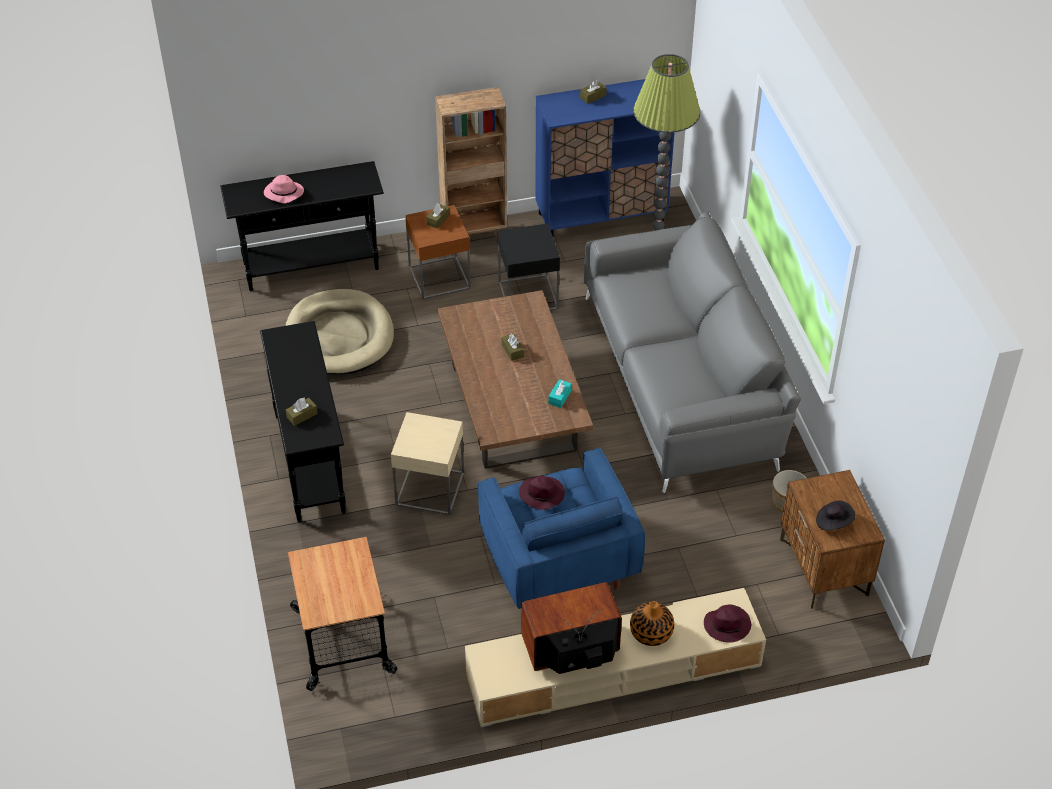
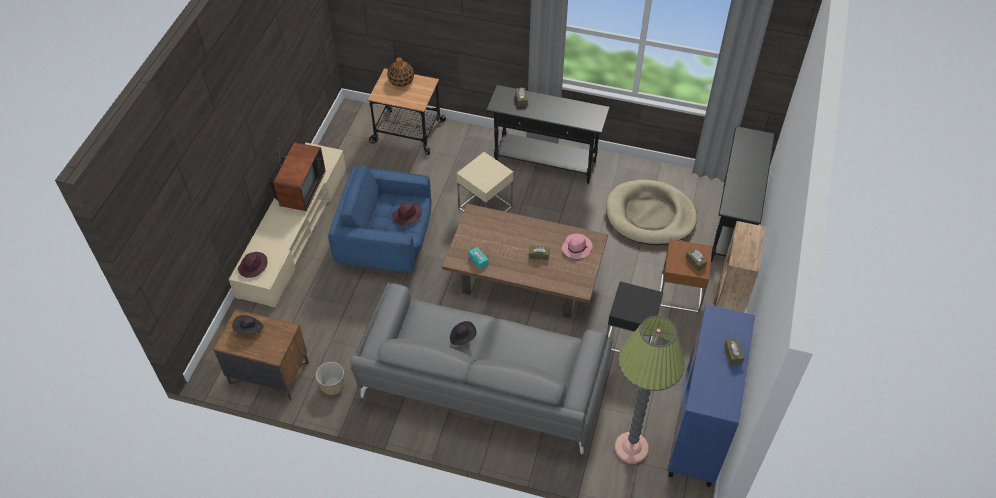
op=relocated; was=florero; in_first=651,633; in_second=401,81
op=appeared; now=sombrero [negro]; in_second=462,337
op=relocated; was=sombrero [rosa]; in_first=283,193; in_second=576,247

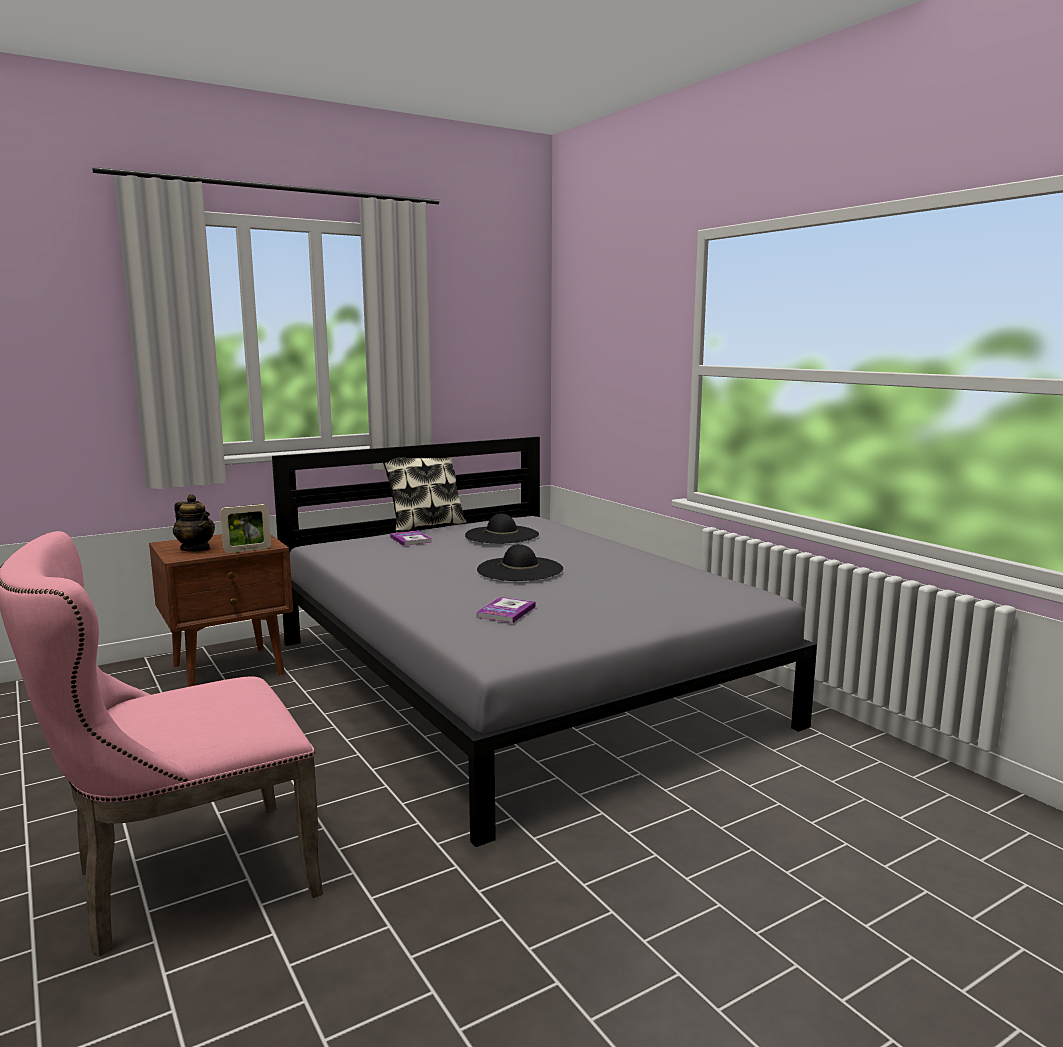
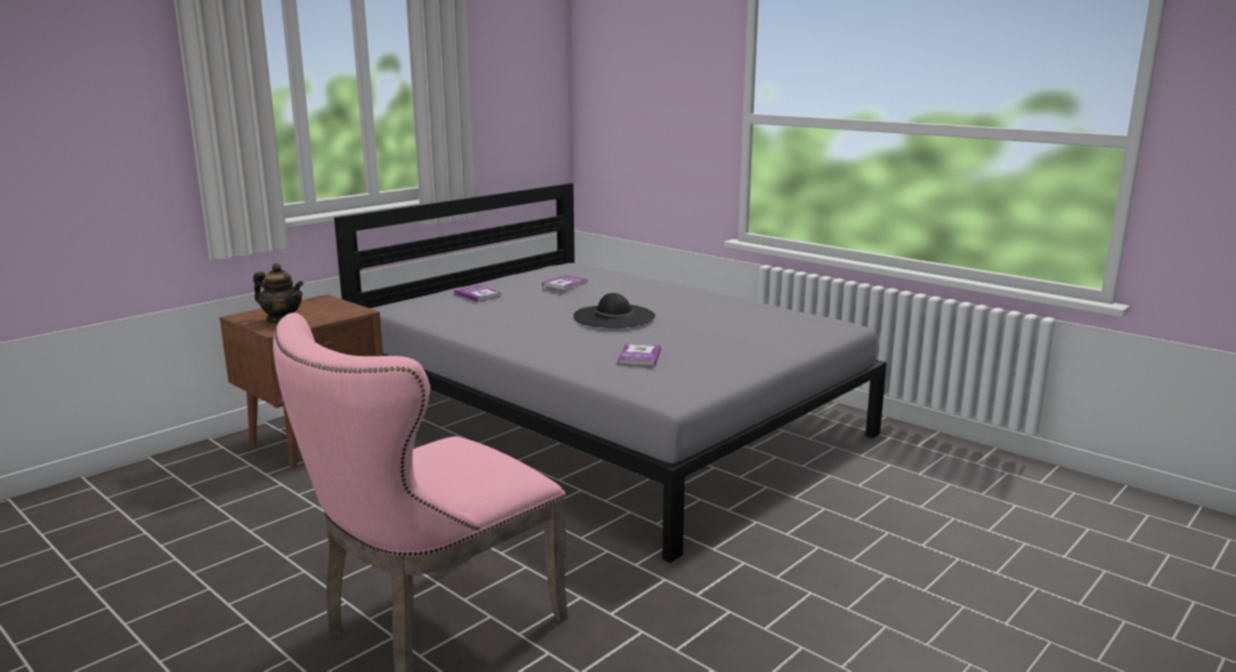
op=exchanged; was=sombrero [negro]; now=libro; in_first=502,535; in_second=565,284
op=missing; was=portarretratos; in_first=247,550
op=missing; was=cojín; in_first=425,526

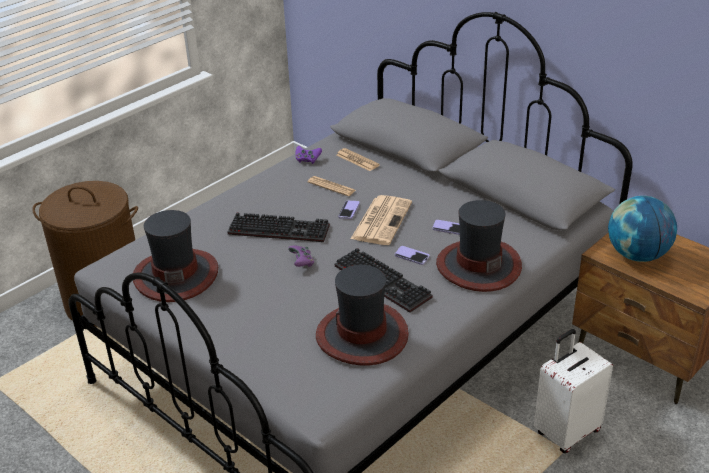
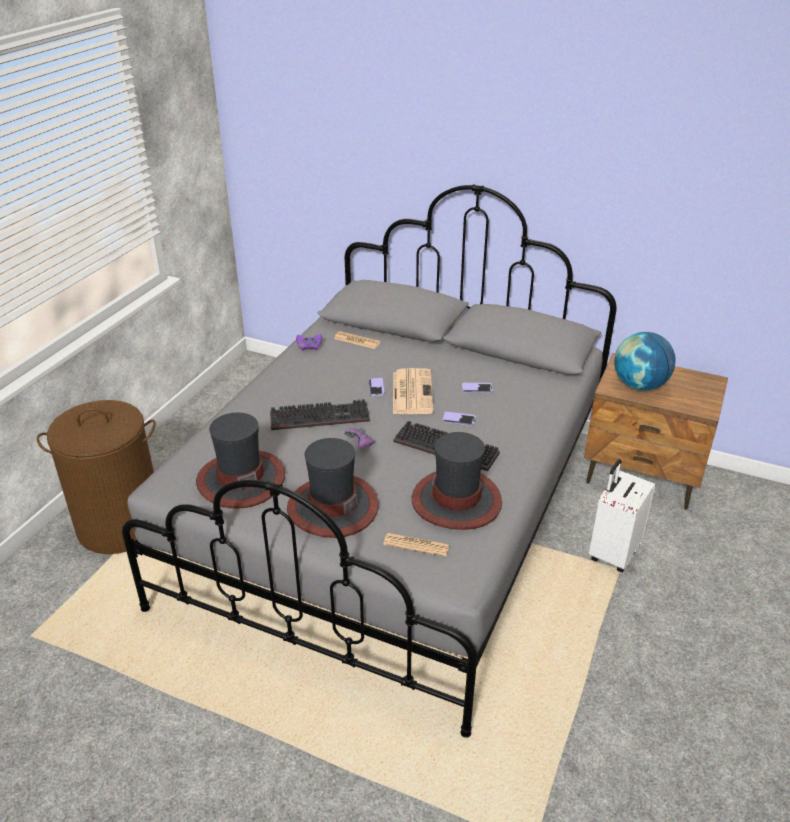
op=relocated; was=sombrero; in_first=478,265; in_second=332,507
op=relocated; was=periódico; in_first=331,186; in_second=416,545

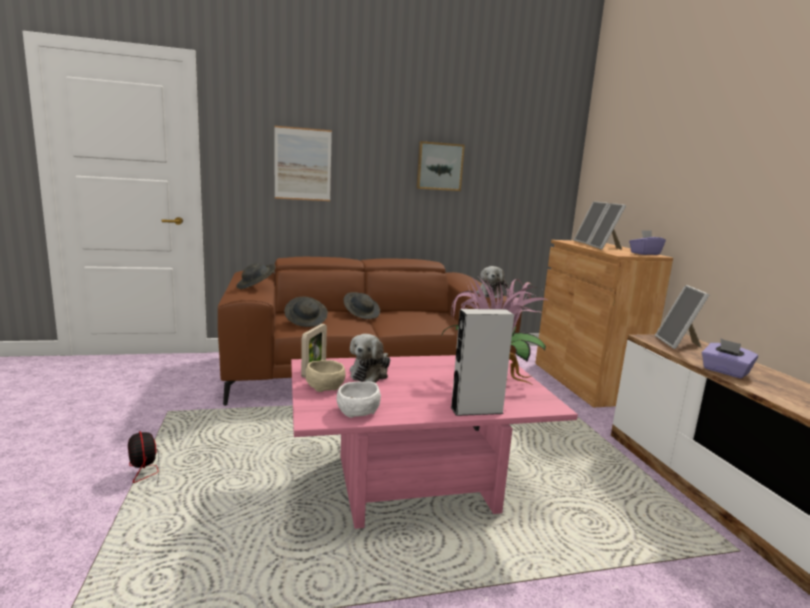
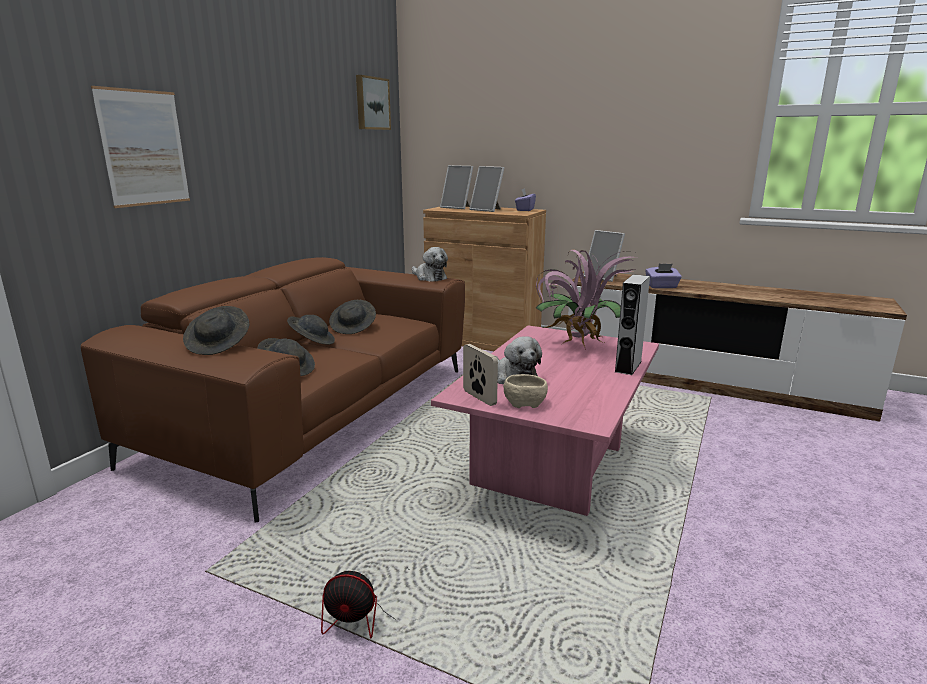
op=appeared; now=sombrero [gris]; in_second=353,328
op=relocated; was=cuadro; in_first=439,166; in_second=371,103
op=missing; was=cuenco [blanco]; in_first=357,412

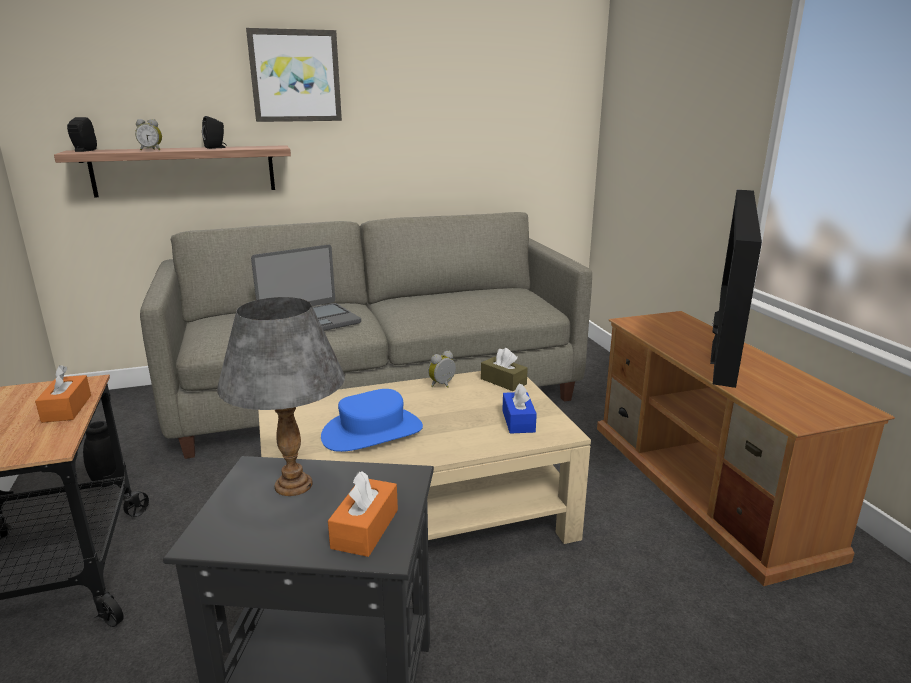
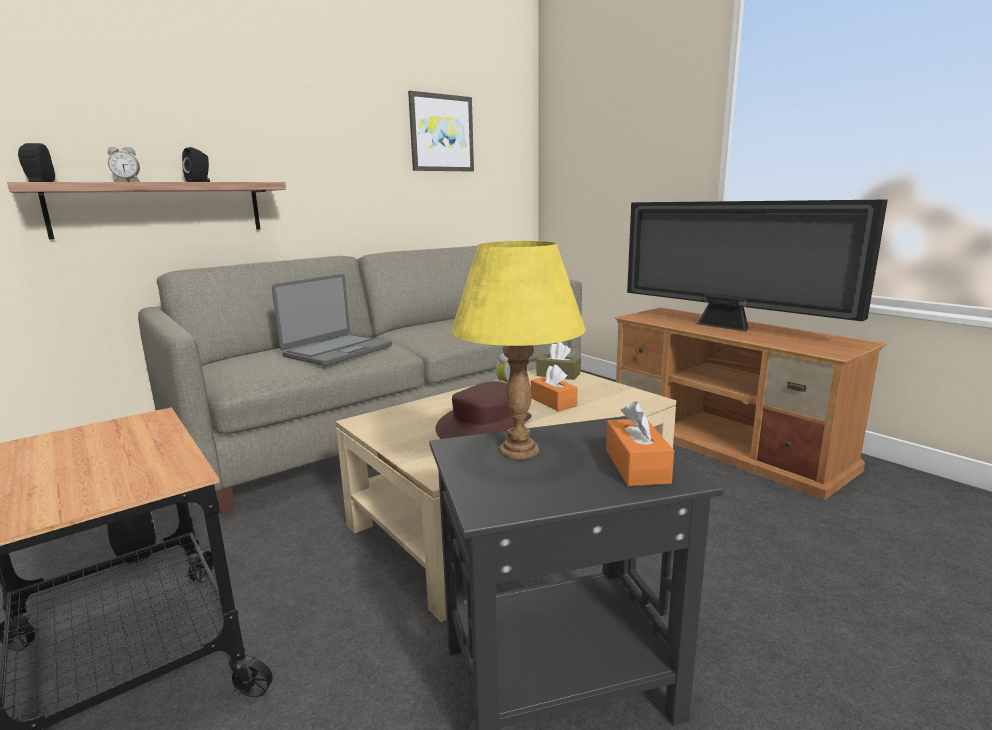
op=relocated; was=cuadro; in_first=295,76; in_second=441,133
op=colour; was=sombrero [azul]; now=sombrero [marrón]; in_first=372,432; in_second=485,425
op=colour; was=lámpara de mesa [gris]; now=lámpara de mesa [amarillo]; in_first=294,485; in_second=520,450
op=relocated; was=caja de pañuelos [naranja]; in_first=67,408; in_second=553,402
op=spun; was=televisor; in_first=720,355; in_second=727,327; clockwise=-45
op=missing; was=caja de pañuelos [azul]; in_first=518,421

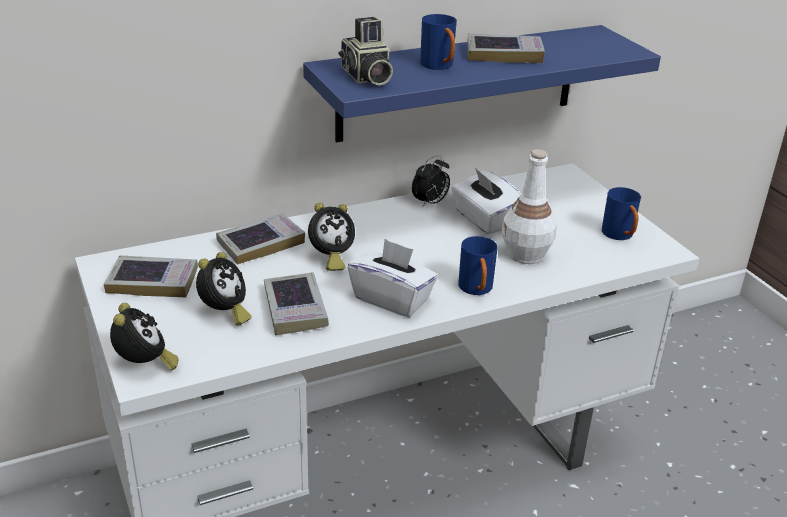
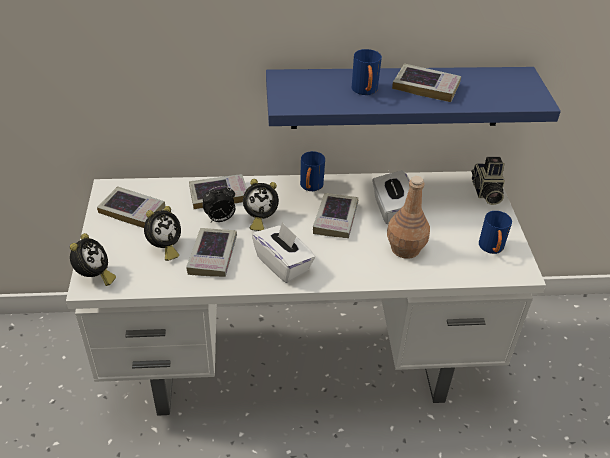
op=relocated; was=despertador; in_first=430,203; in_second=220,219
op=relocated; was=taza grande [azul]; in_first=477,290; in_second=310,187
op=appeared; now=libro; in_second=335,219
op=colour; was=botella [blanco]; now=botella [marrón]; in_first=526,254; in_second=405,249
op=relocated; was=cámara; in_first=366,77; in_second=485,192

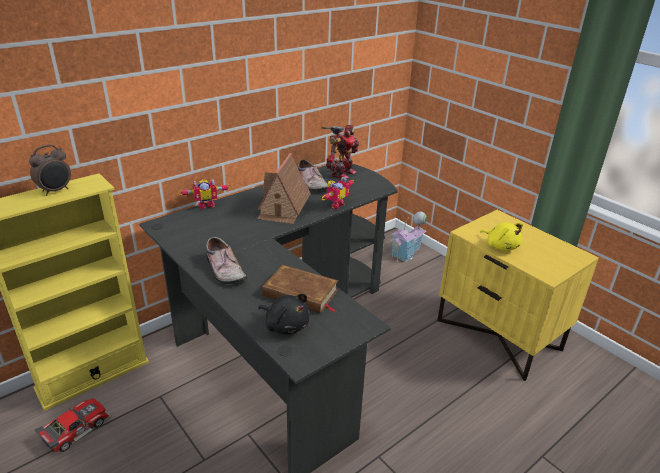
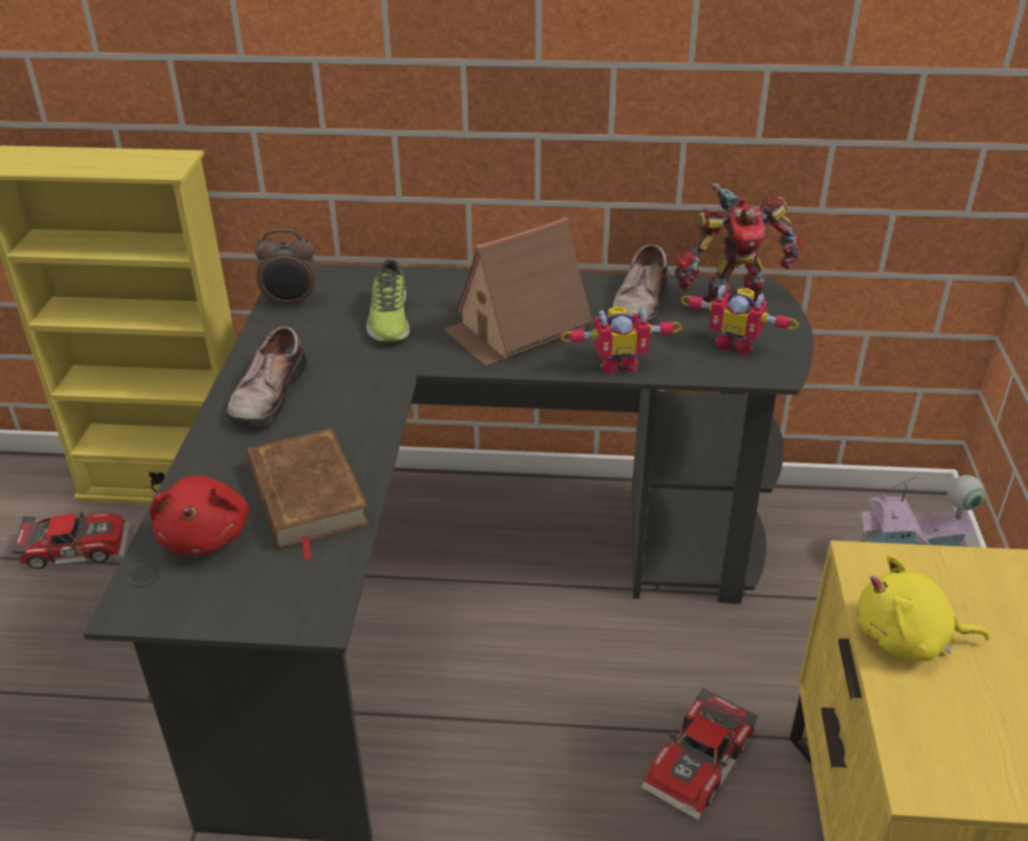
op=colour; was=peluche [negro]; now=peluche [rojo]; in_first=285,325; in_second=206,535
op=relocated; was=despertador; in_first=56,191; in_second=291,303
op=appeared; now=zapato; in_second=389,319
op=appeared; now=coche de juguete; in_second=702,764
op=relocated; was=robot de juguete; in_first=206,204; in_second=735,344
op=spun; was=peluche [amarillo]; in_first=501,246; in_second=907,639; clockwise=90

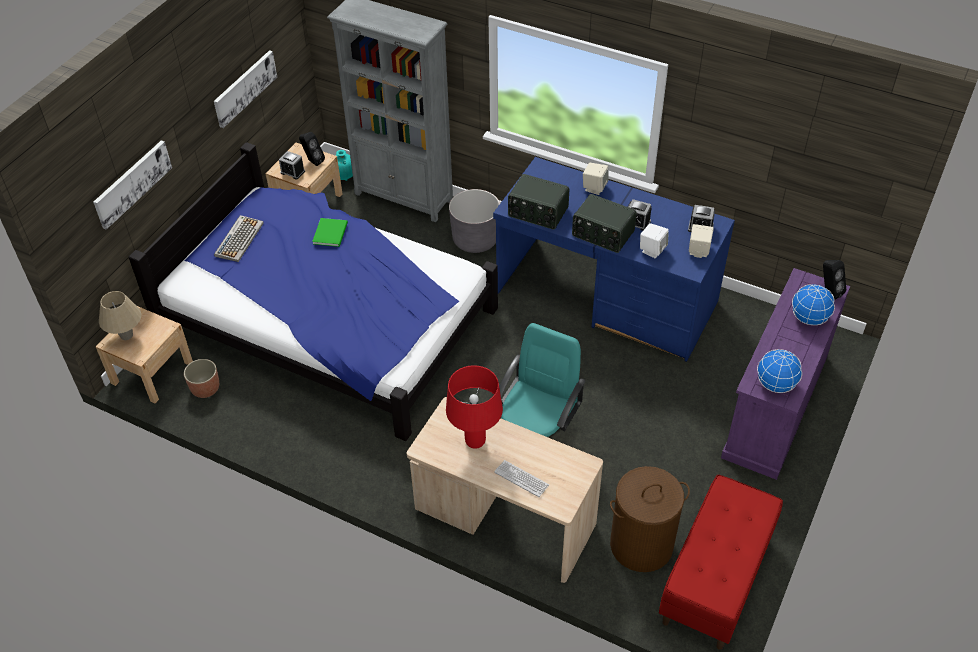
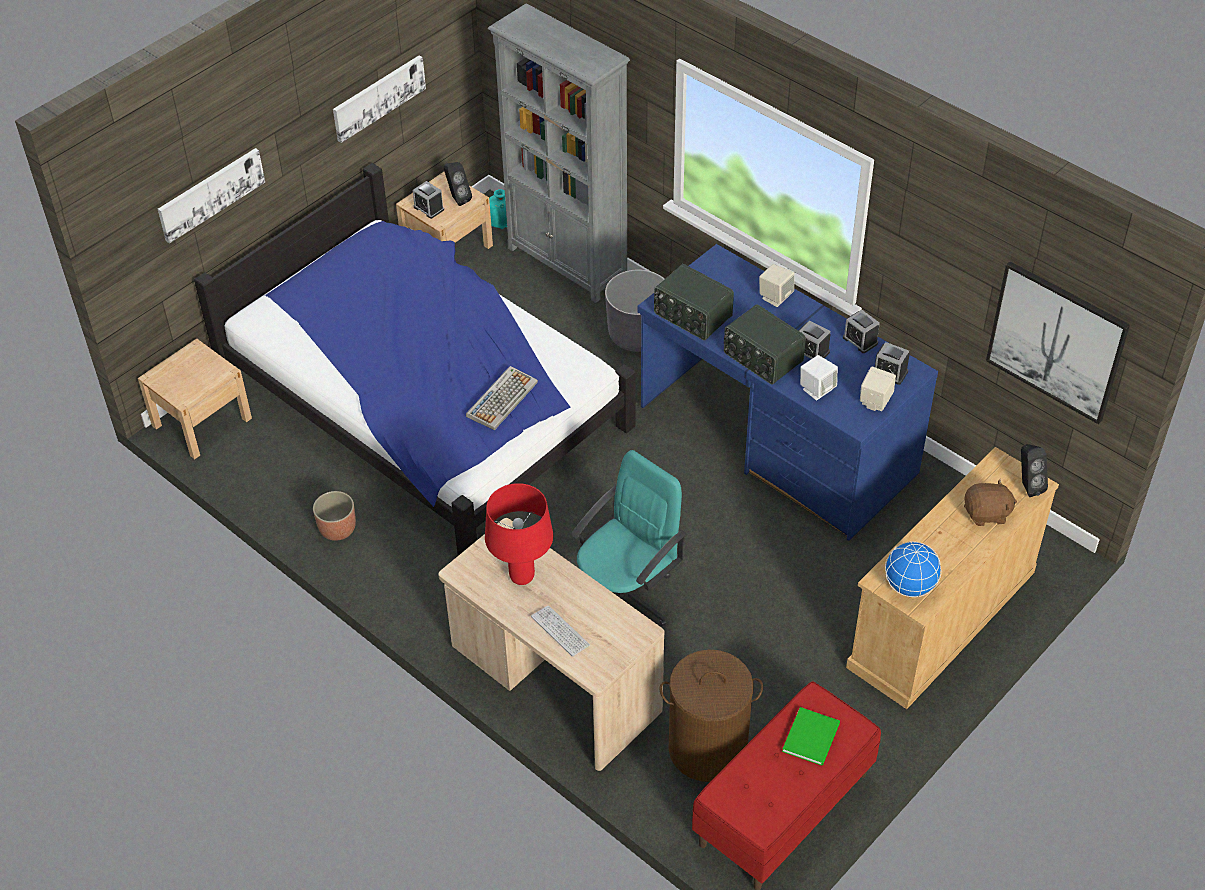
op=relocated; was=maceta; in_first=205,388; in_second=337,529
op=relocated; was=teclado; in_first=239,239; in_second=502,398
op=relocated; was=libro [verde]; in_first=331,232; in_second=813,736
op=appeared; now=despertador; in_second=860,340
op=colour; was=cómoda [morado]; now=cómoda [beis]; in_first=775,406; in_second=941,620
op=exchanged; was=globo terráqueo; now=peluche [marrón]; in_first=808,318; in_second=986,514
op=appeared; now=cuadro; in_second=1056,341
op=missing; was=lámpara de mesa [beis]; in_first=126,335

